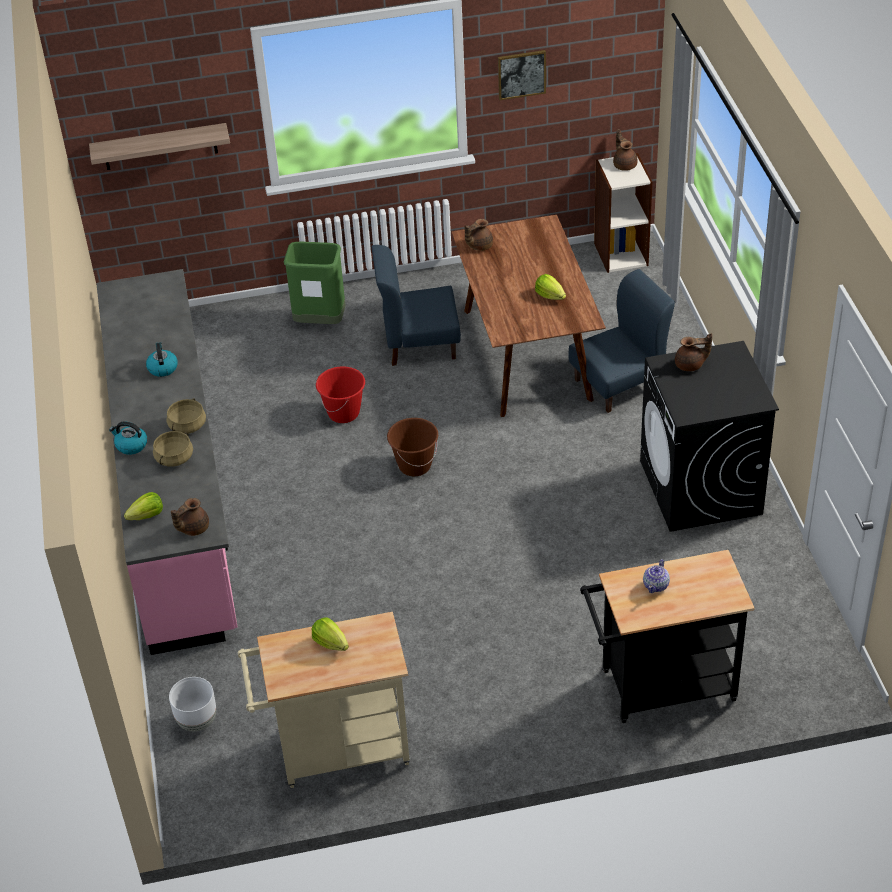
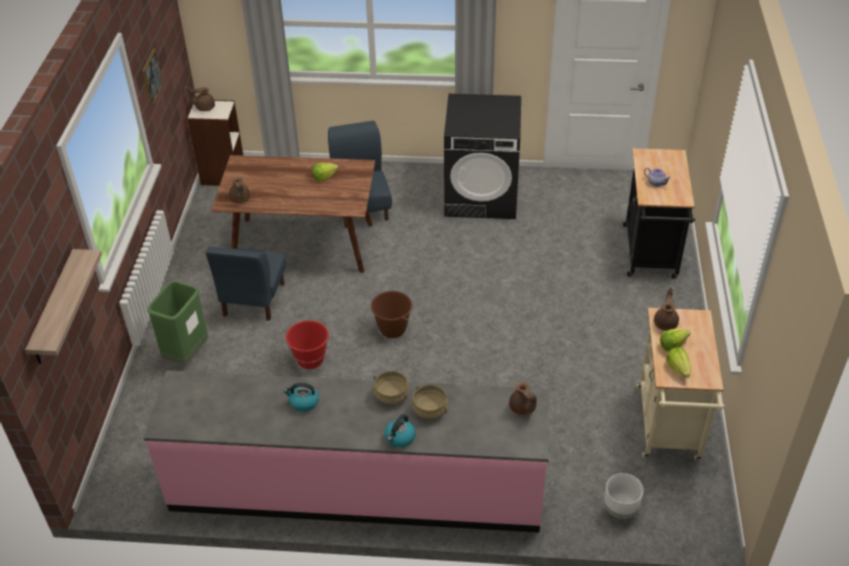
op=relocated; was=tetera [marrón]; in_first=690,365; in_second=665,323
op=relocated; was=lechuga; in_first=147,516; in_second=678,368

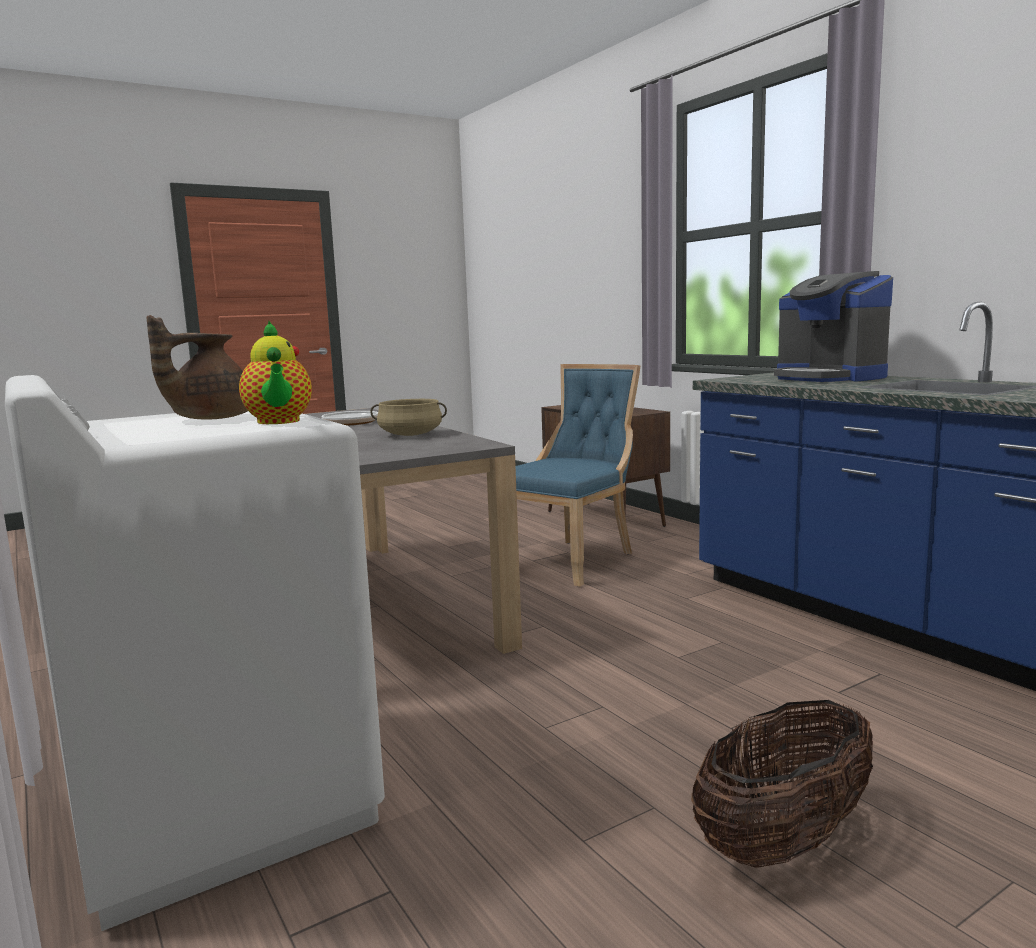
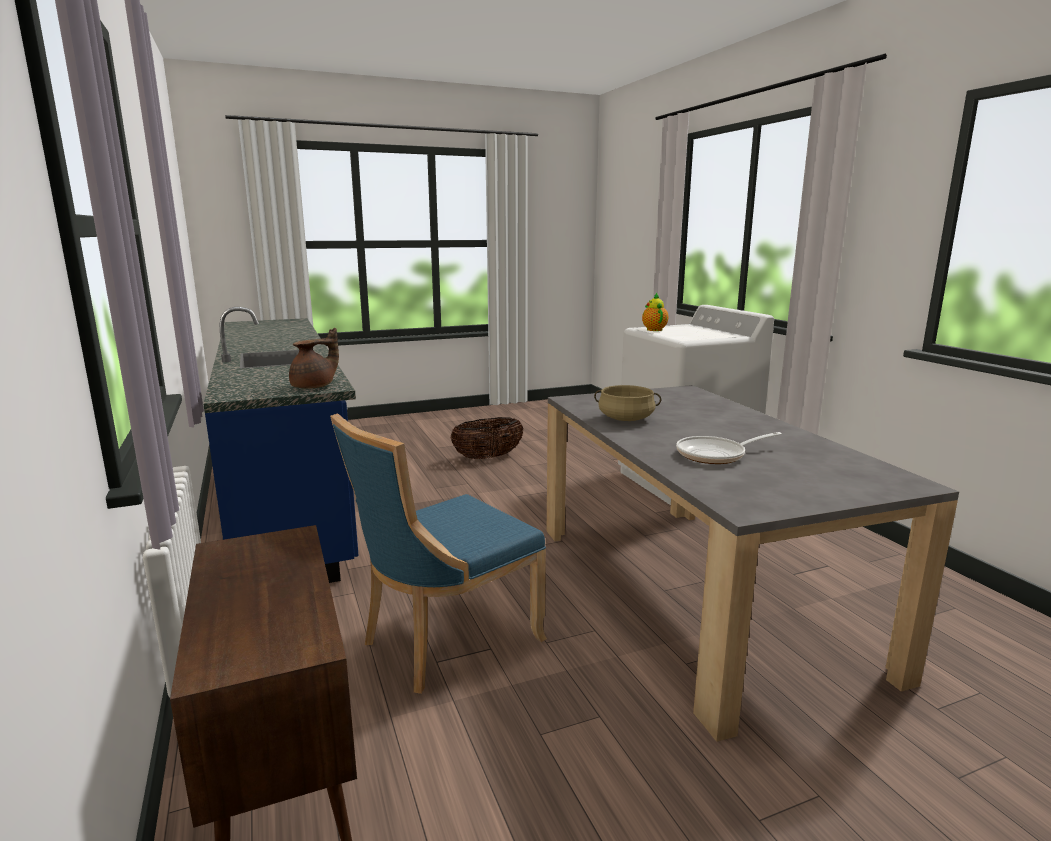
op=relocated; was=tetera [marrón]; in_first=208,419; in_second=315,386
op=missing; was=cafetera; in_first=829,377

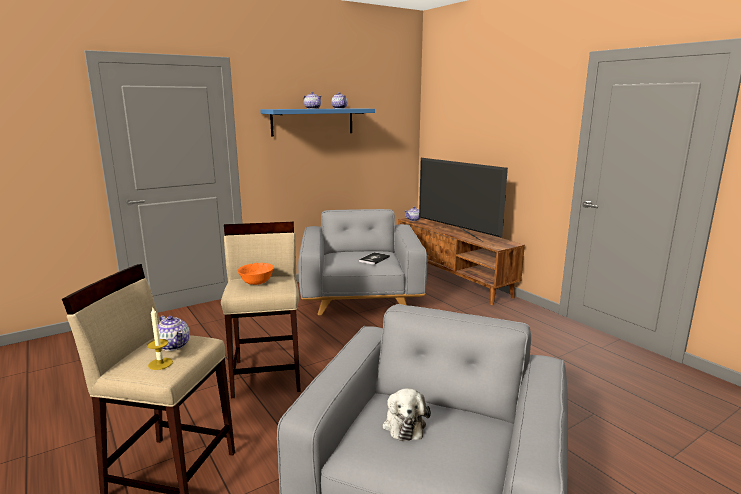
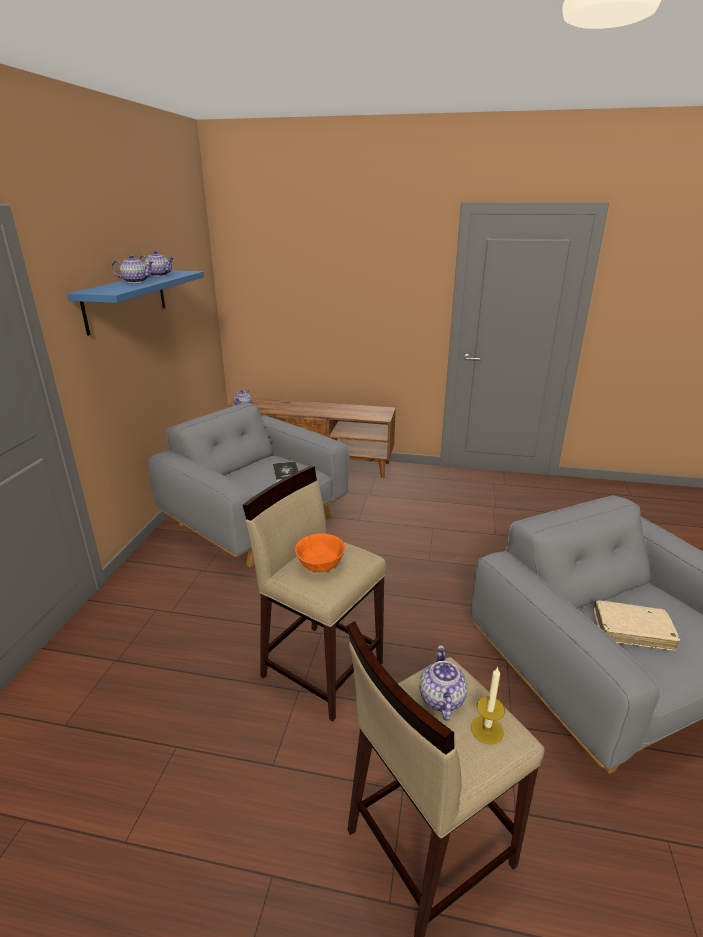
op=spun; was=tetera; in_first=173,345; in_second=441,699; clockwise=-90
op=exchanged; was=peluche; now=libro [beis]; in_first=404,424; in_second=632,630
op=missing; was=televisor; in_first=457,234

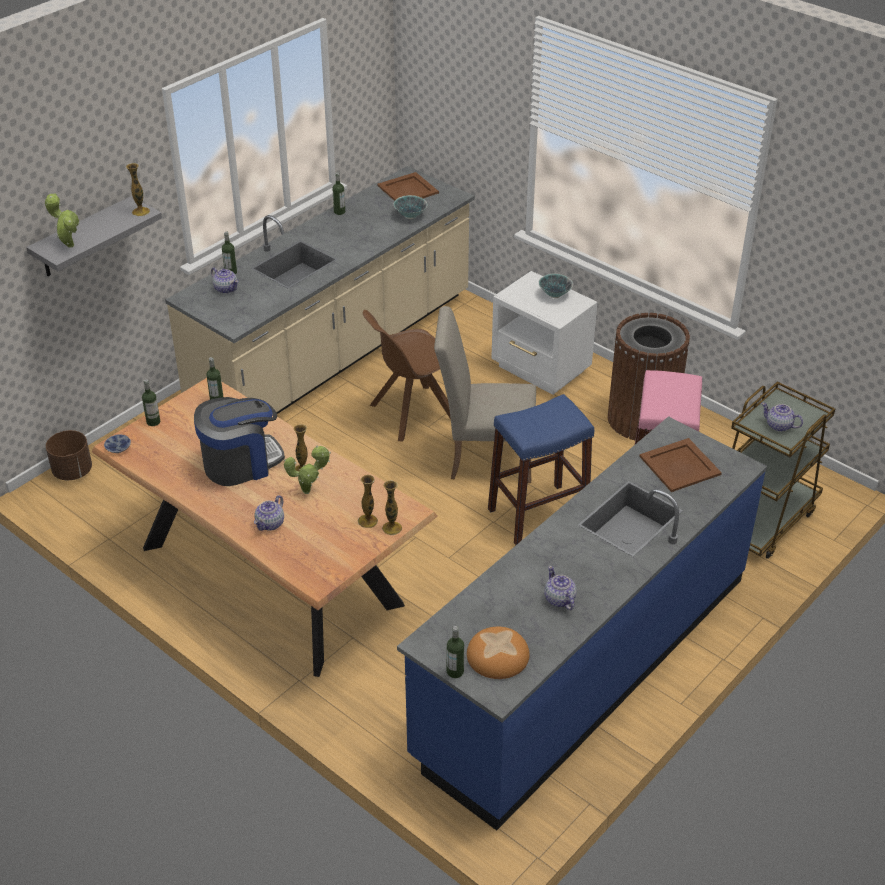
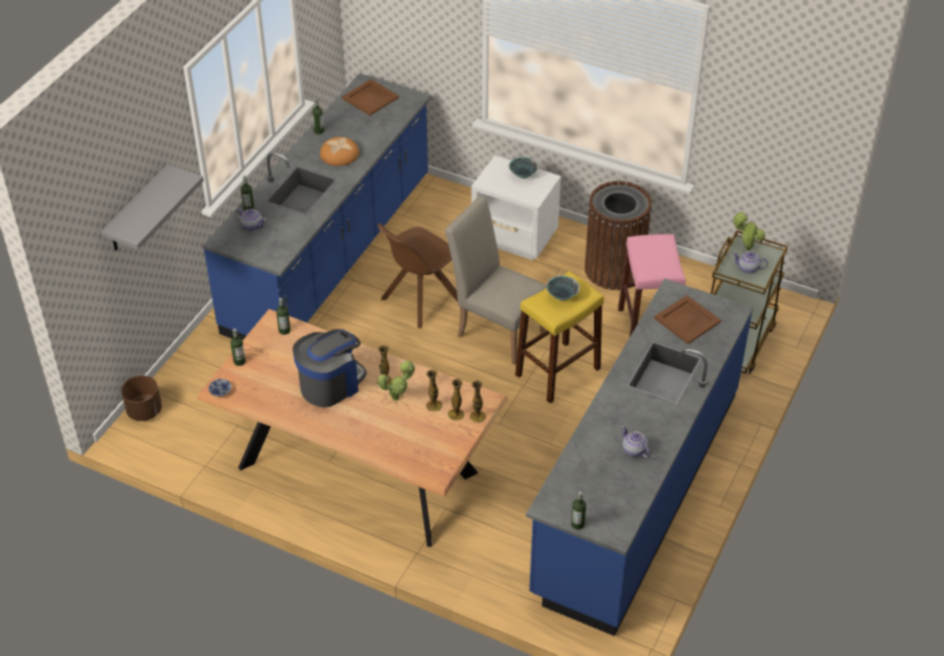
op=colour; was=mueble bajo de cocina [beis]; now=mueble bajo de cocina [azul]; in_first=335,352; in_second=330,254
op=relocated; was=pan; in_first=498,656; in_second=339,154
op=relocated; was=florero; in_first=141,212; in_second=434,405
op=spun; was=silla [beis]; in_first=484,458; in_second=496,330; clockwise=45
op=colour; was=taburete [azul]; now=taburete [amarillo]; in_first=537,515; in_second=557,372
op=relocated; was=cuenco; in_first=410,216; in_second=562,297
op=relocated; was=planta en maceta; in_first=69,244; in_second=746,248
op=missing; was=tetera; in_first=270,523

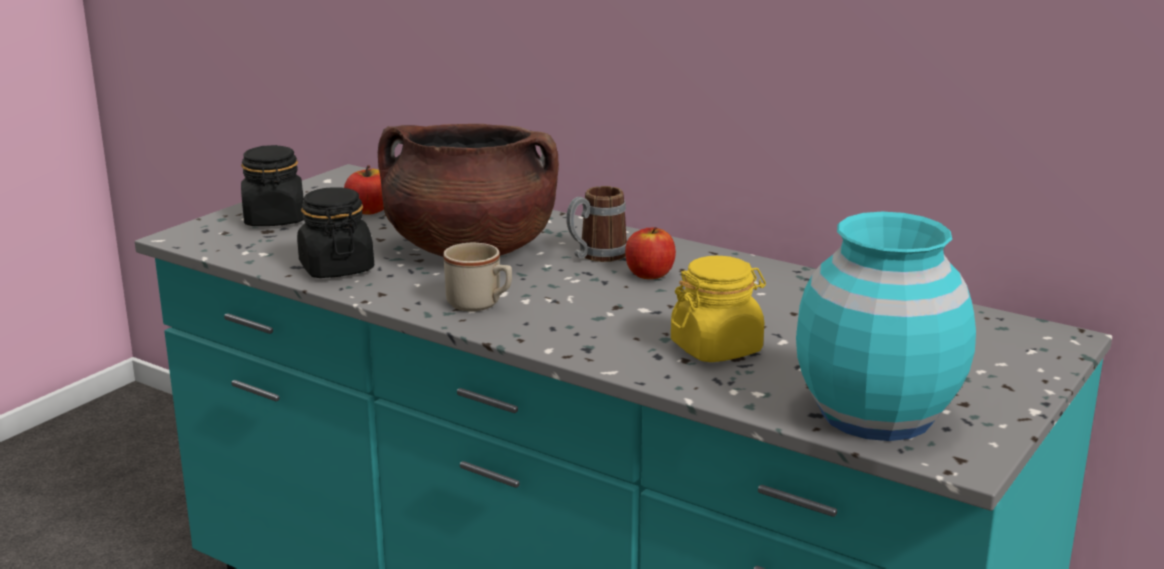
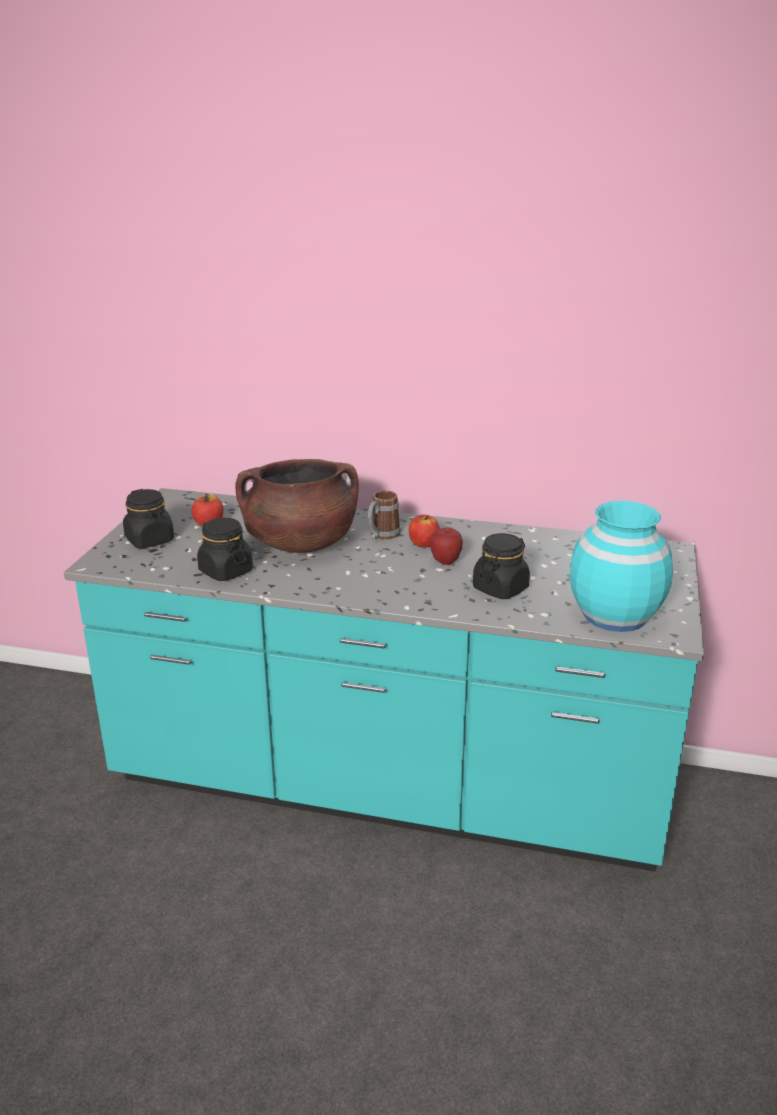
op=appeared; now=manzana; in_second=445,562
op=colour; was=tarro [amarillo]; now=tarro [negro]; in_first=716,348; in_second=500,588
op=missing; was=taza grande [beis]; in_first=480,304

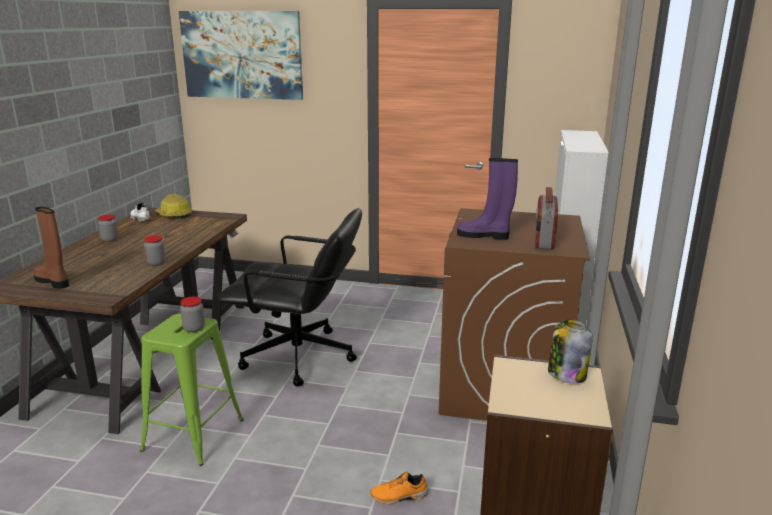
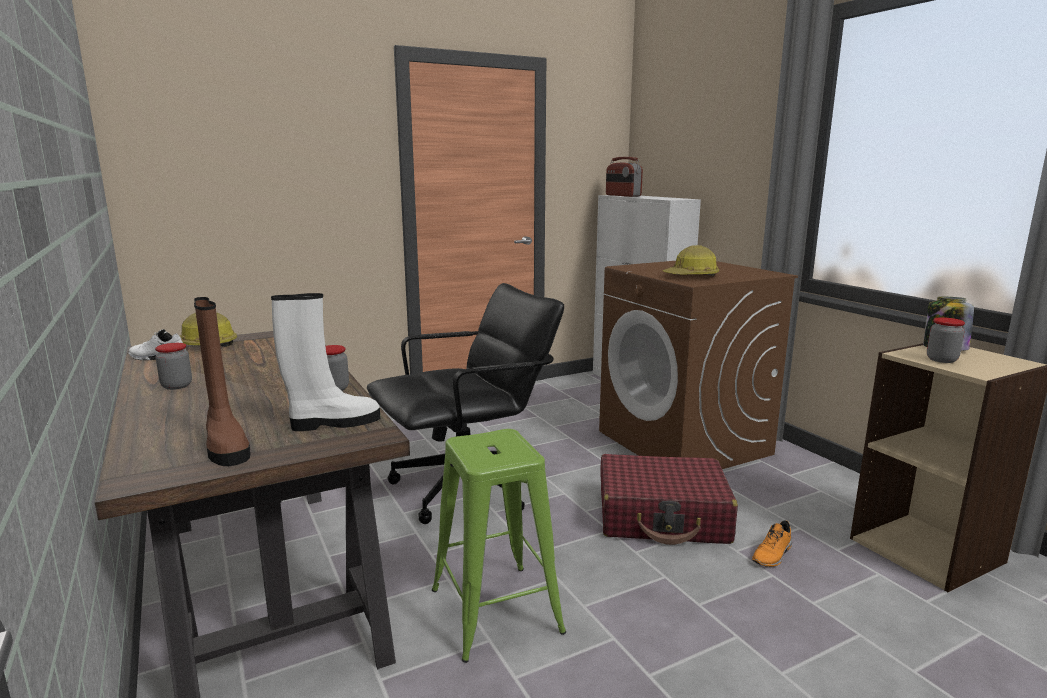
op=spun; was=bota [marrón]; in_first=53,281; in_second=225,446; clockwise=-120
op=appeared; now=bota [blanco]; in_second=333,423
op=appeared; now=maleta [rojo]; in_second=662,516
op=relocated; was=radio; in_first=543,240; in_second=622,195
op=exchanged; was=bota [morado]; now=casco; in_first=484,236; in_second=691,276
op=relocated; was=tarro; in_first=194,328; in_second=941,359
op=missing; was=cuadro; in_first=242,55

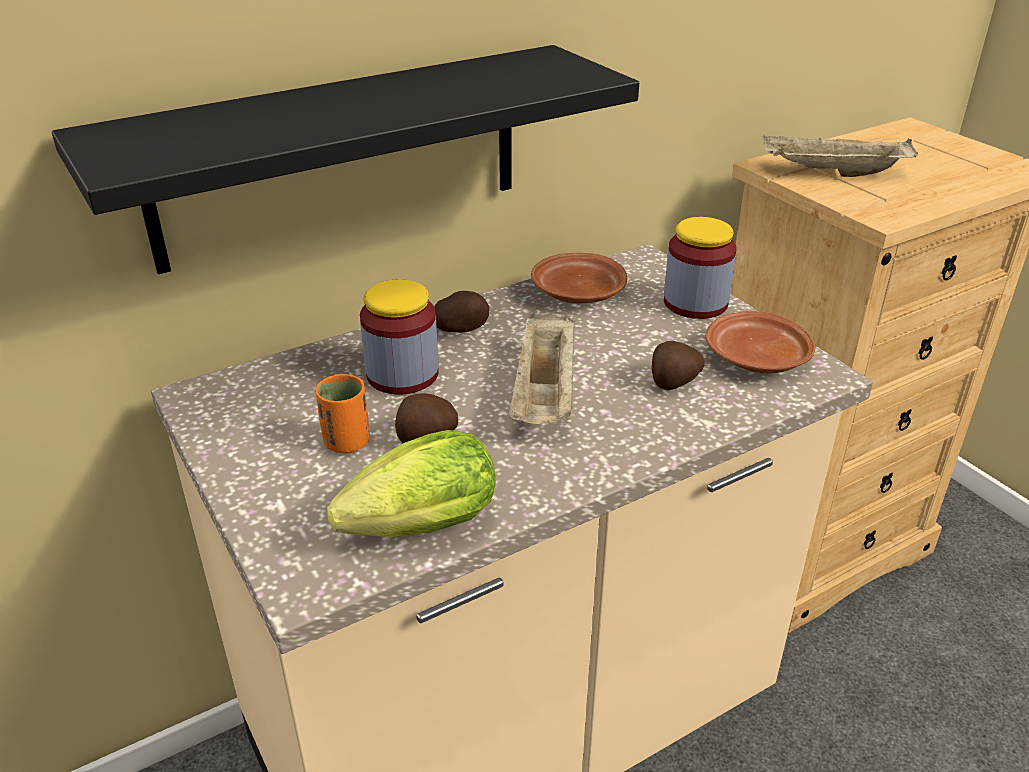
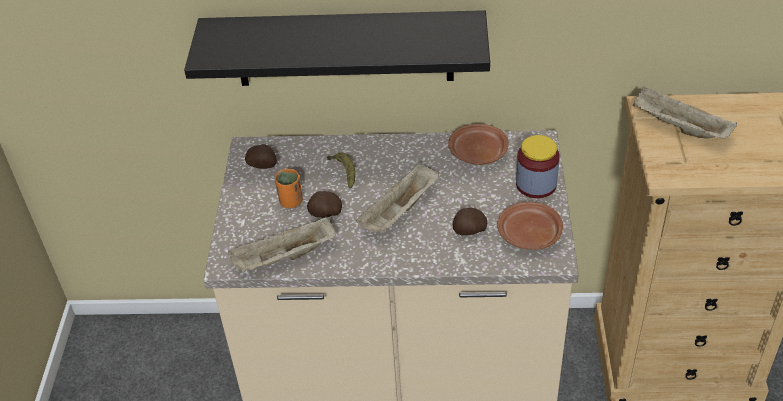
op=exchanged; was=lechuga; now=bandeja [beis]; in_first=414,530; in_second=284,258
op=relocated; was=patata; in_first=461,329; in_second=263,165
op=exchanged; was=tarro; now=plátano; in_first=402,374; in_second=344,172

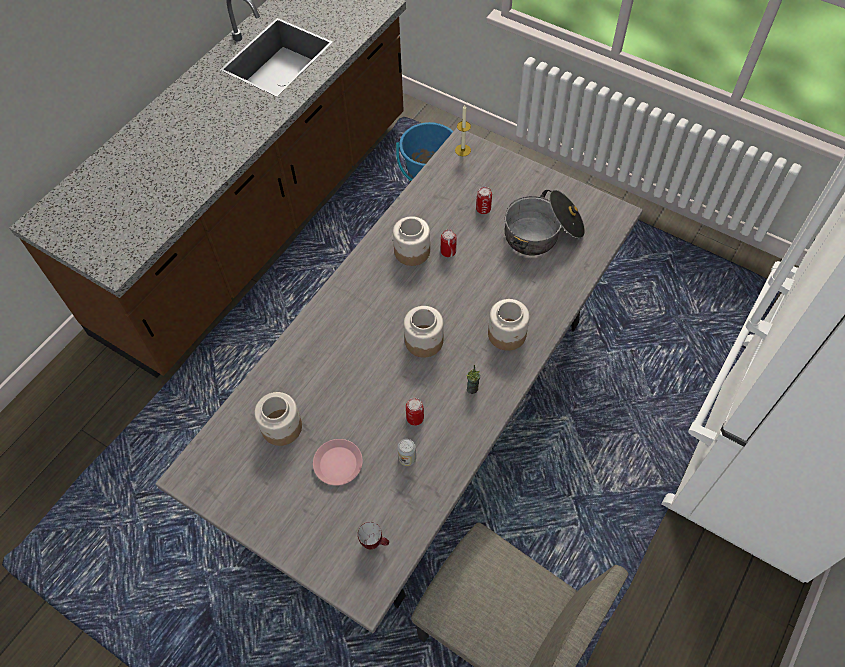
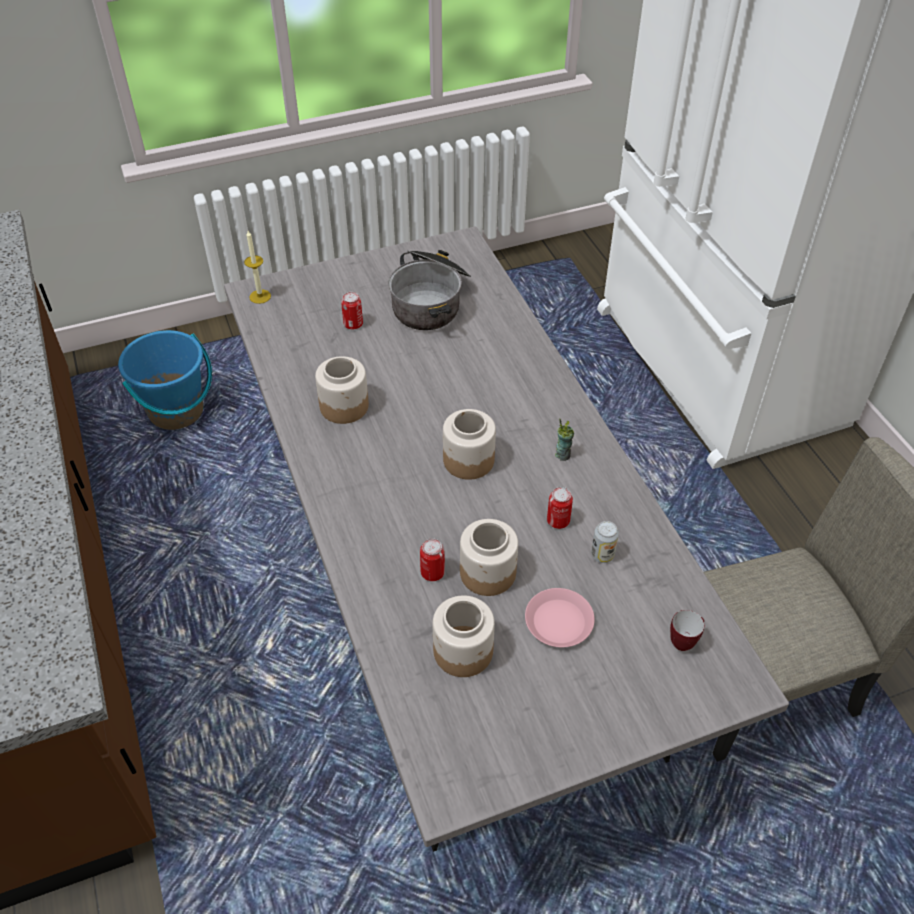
op=relocated; was=lata; in_first=448,252; in_second=432,572
op=relocated; was=tarro; in_first=507,334; in_second=488,572

